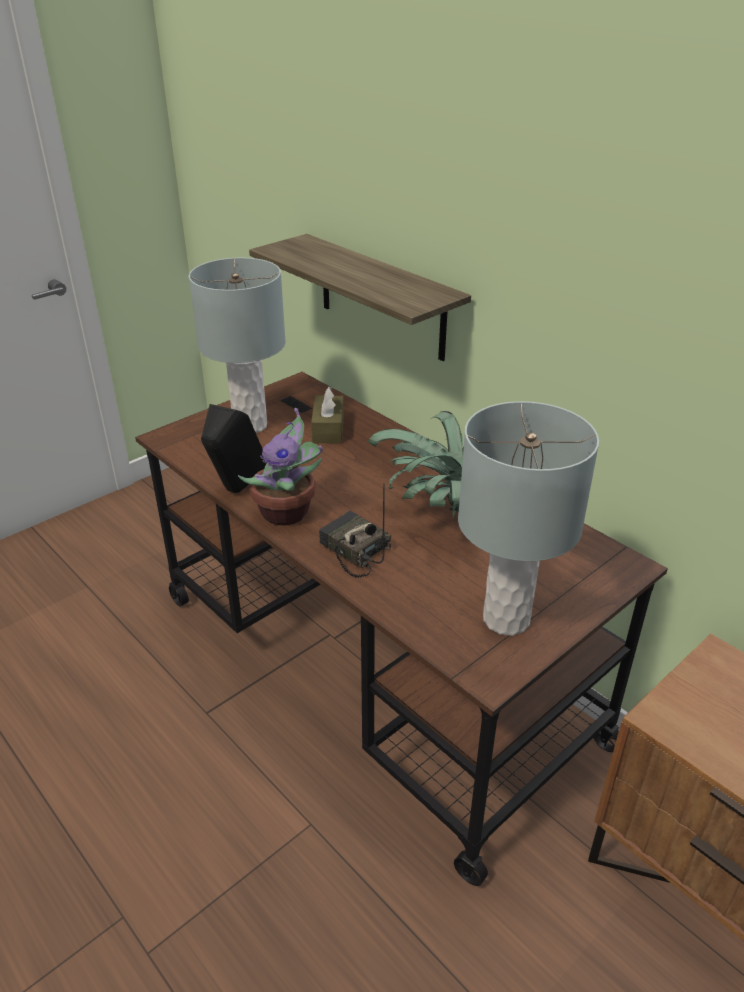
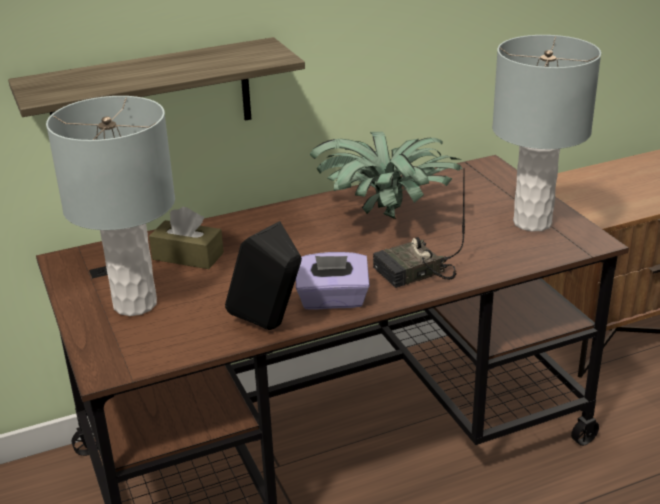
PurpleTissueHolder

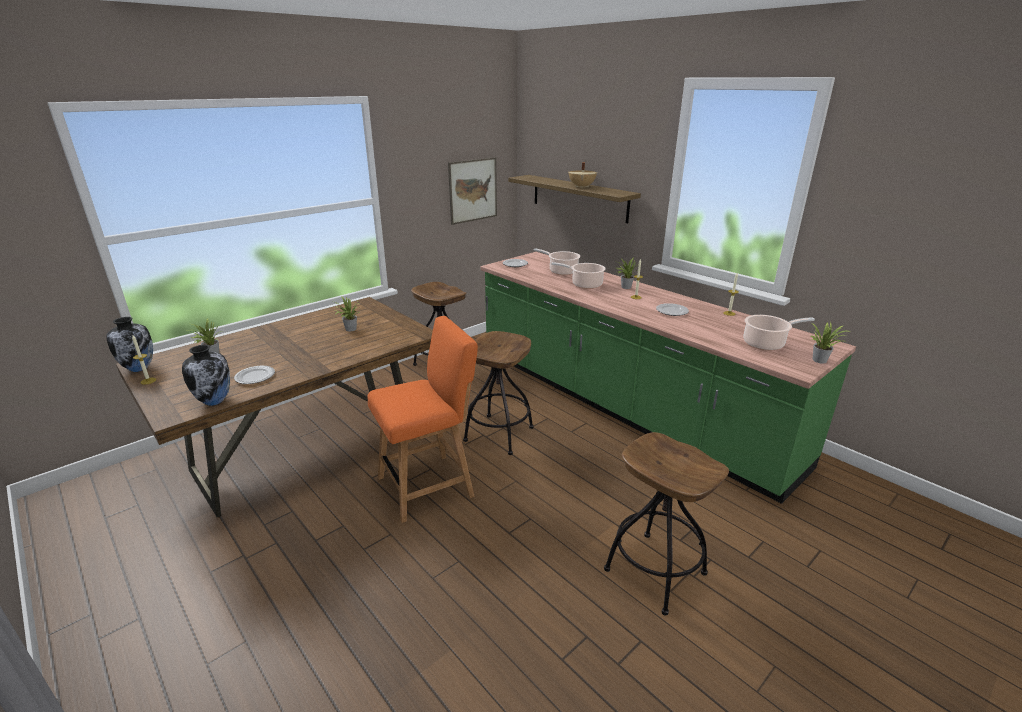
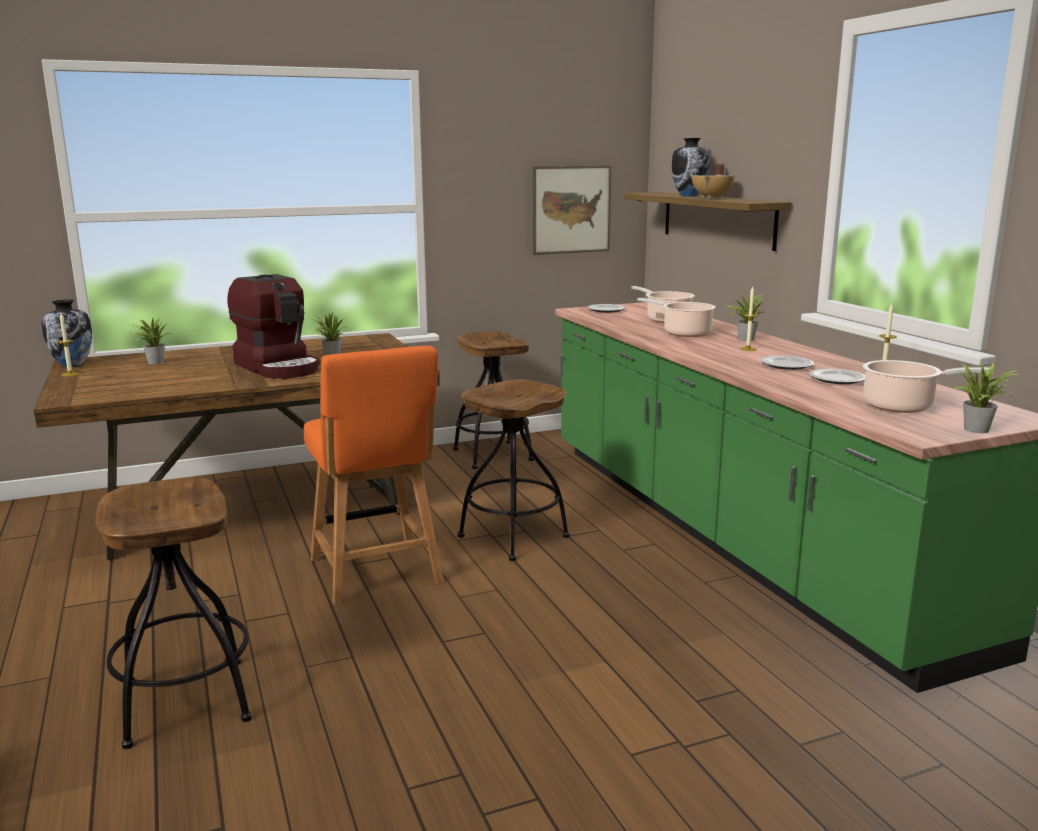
CoffeeMaker
Vase (2nd from left)
FlatDish (3rd from left)
BrownSittingStool (1st from left)
OrangePlainChair

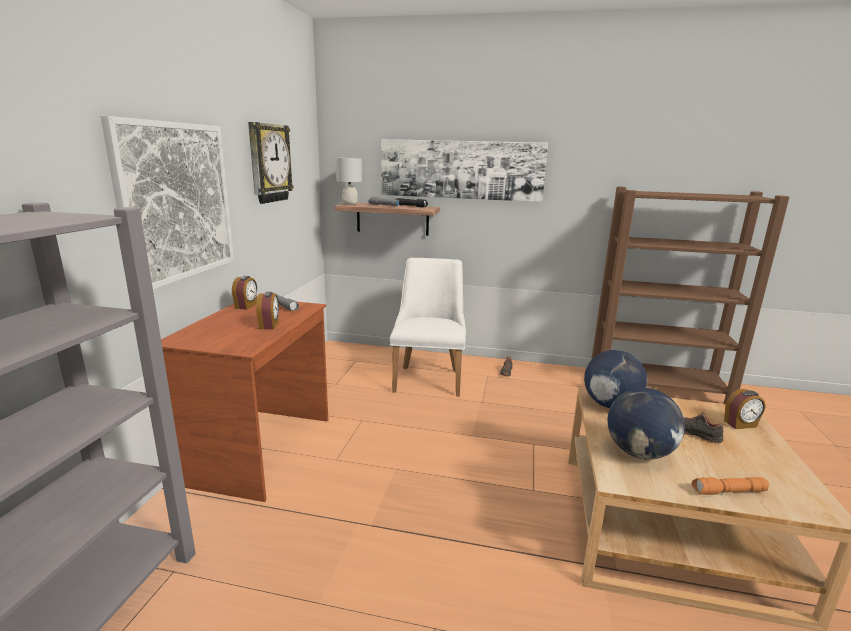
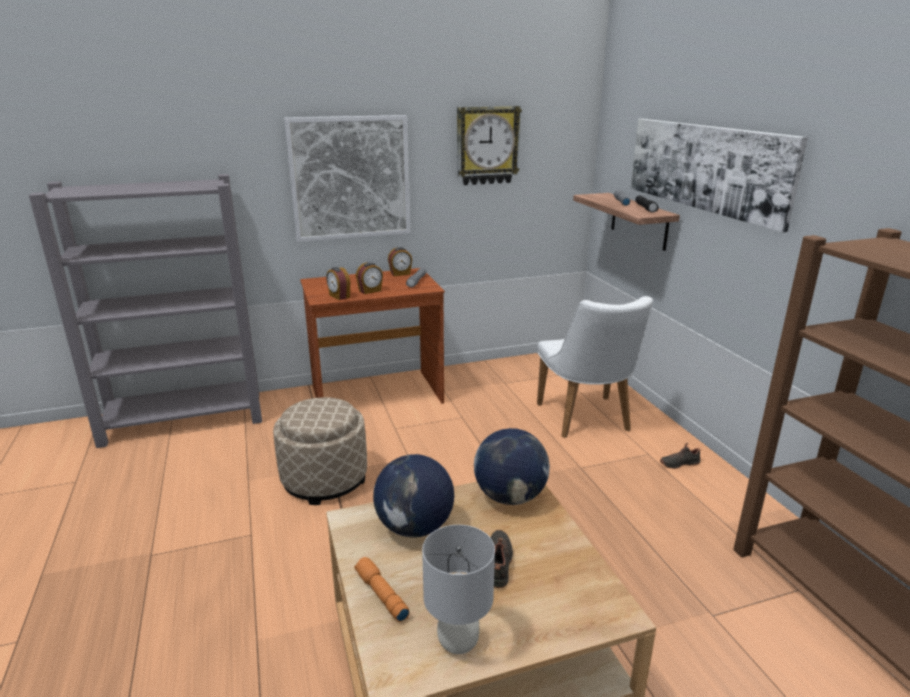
BeigePouffe
GreyishLampForATable
AlarmClock (1st from left)
WhitePlainChair

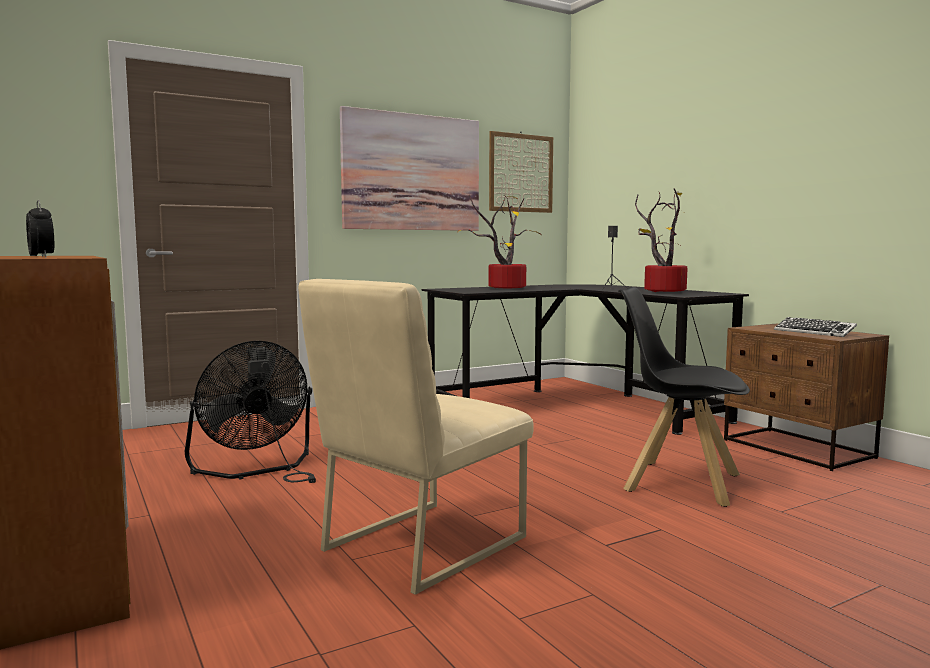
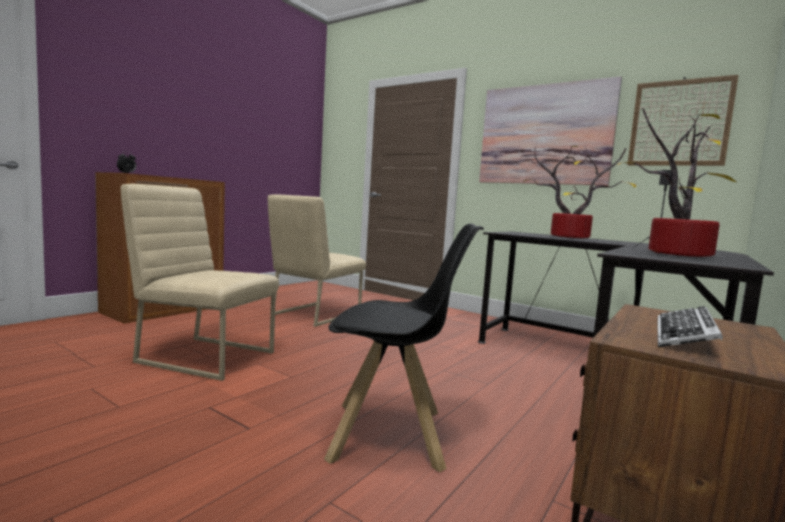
BeigePlainChair (2nd from left)
BlackishPlainChair

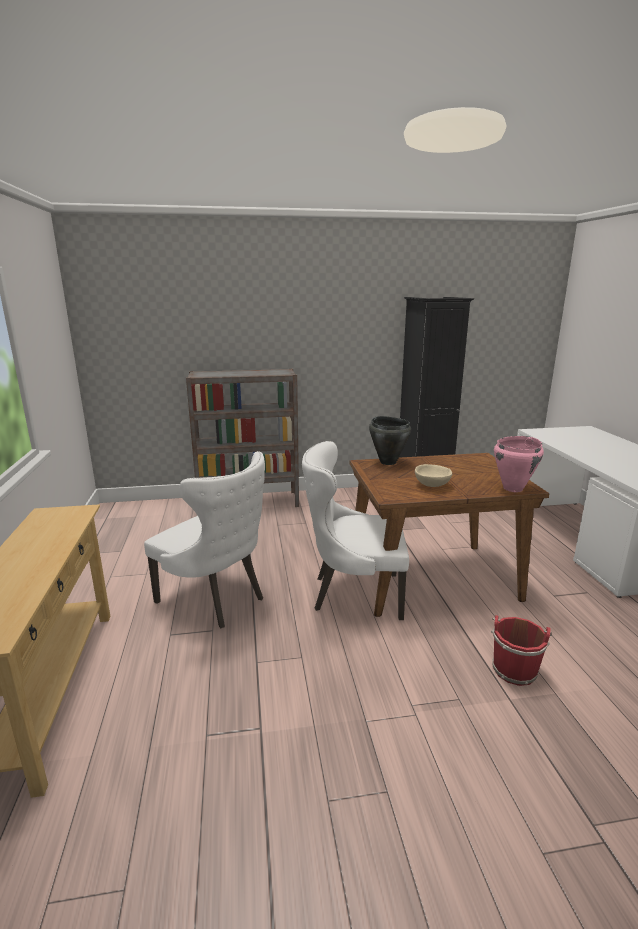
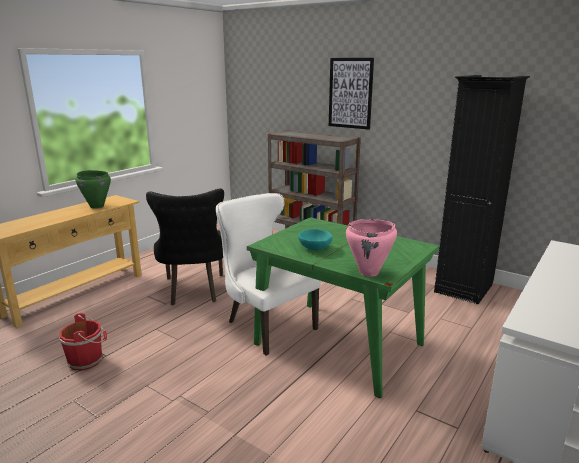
BlackishSaucepot
GreenishSaucepot
WallPicture
RedColouredWaterBucket
BlackishPlainChair
GreenishDiningTable
BlueGreenServingBowl

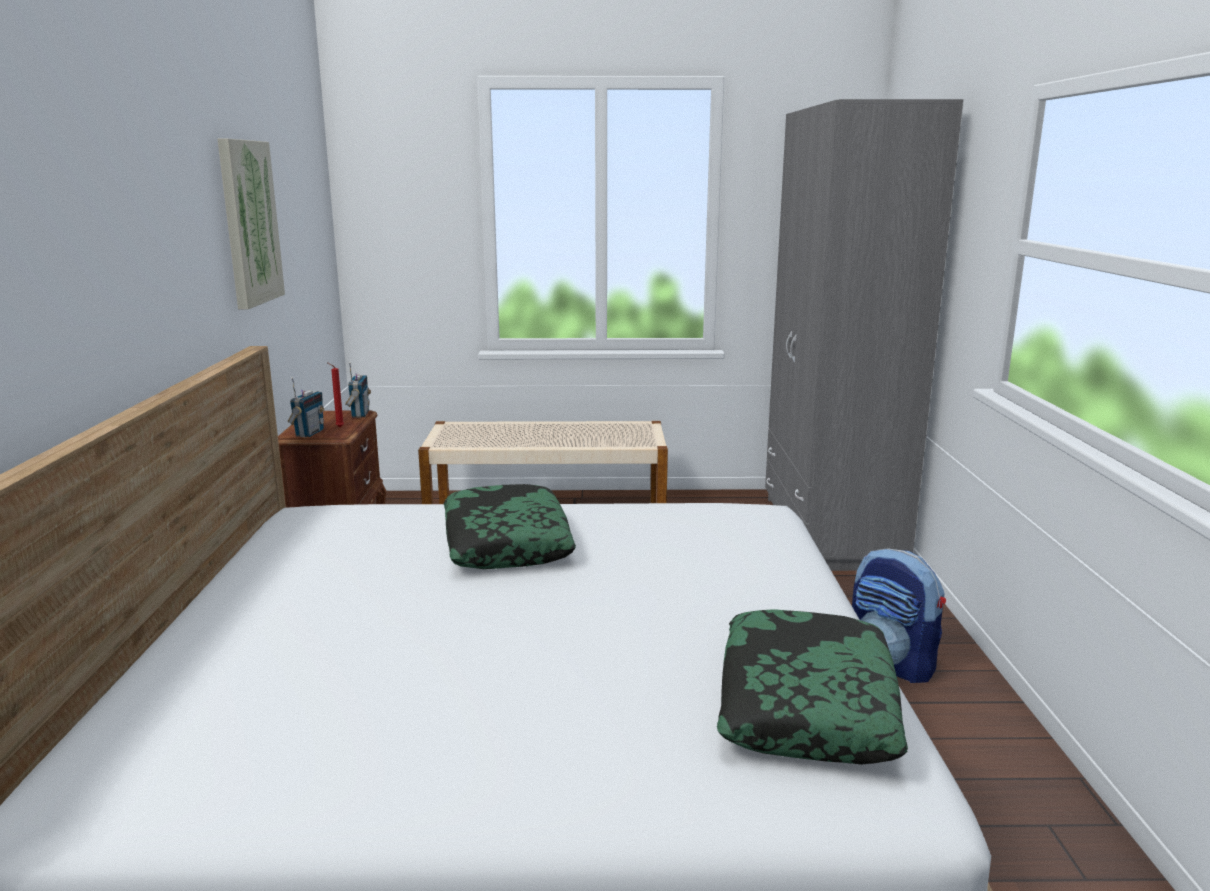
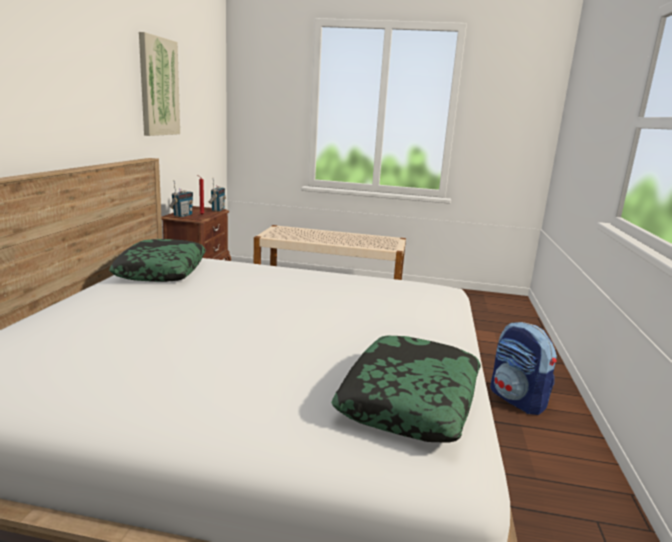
GreyishWardrobe
Cushion (1st from left)

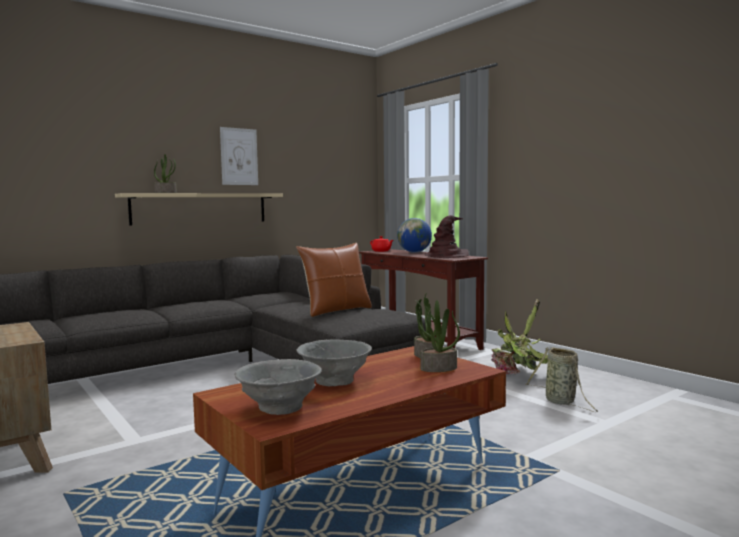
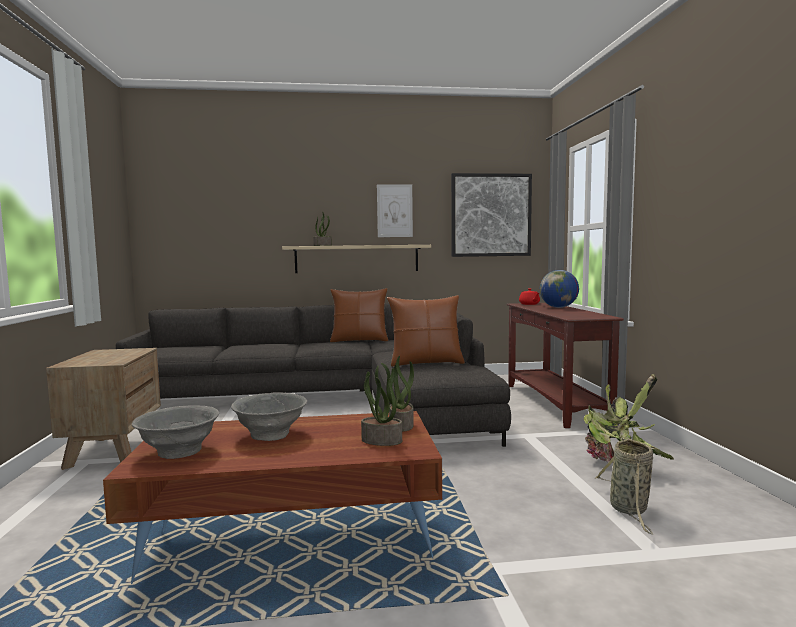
BrownHat
BrownCushion (1st from left)
WallPicture (2nd from left)

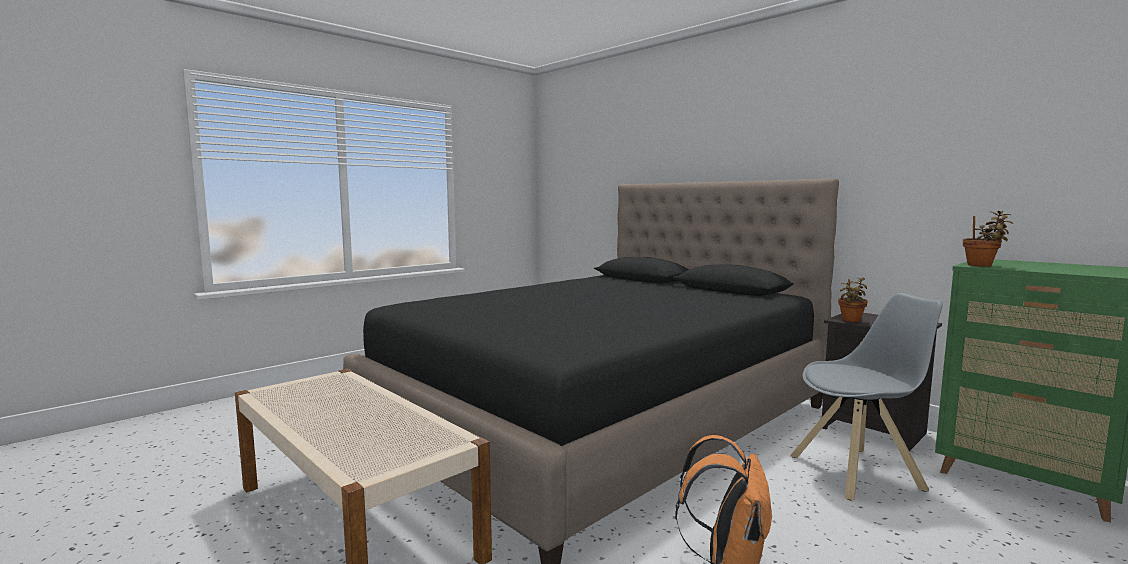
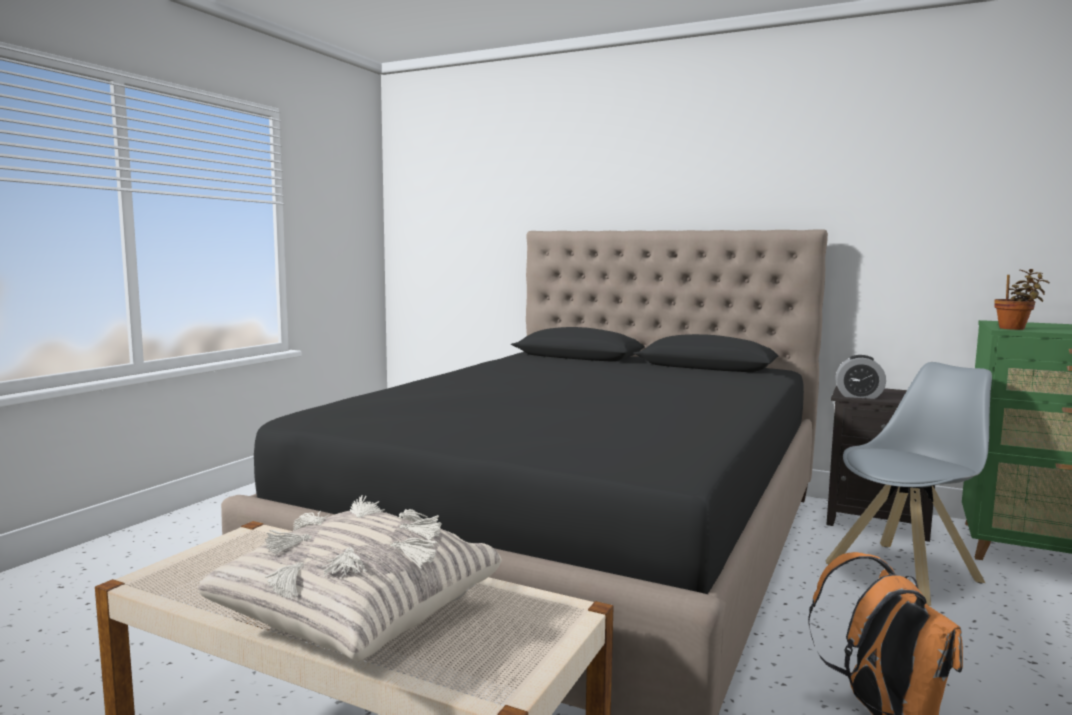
BeigeCushion
AlarmClock

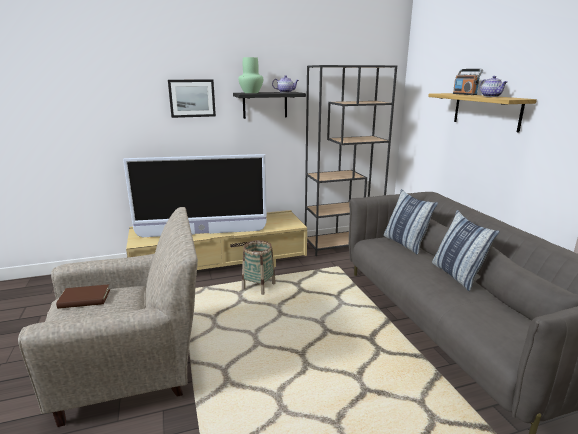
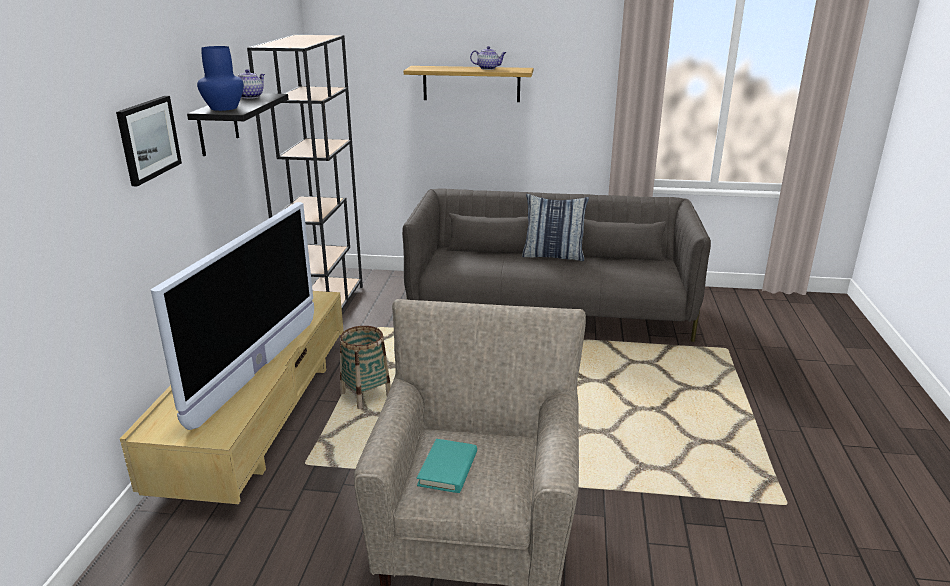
Cushion (1st from left in the first image)
RadioReceiver
BlueGreenBoundBook
BlueVase

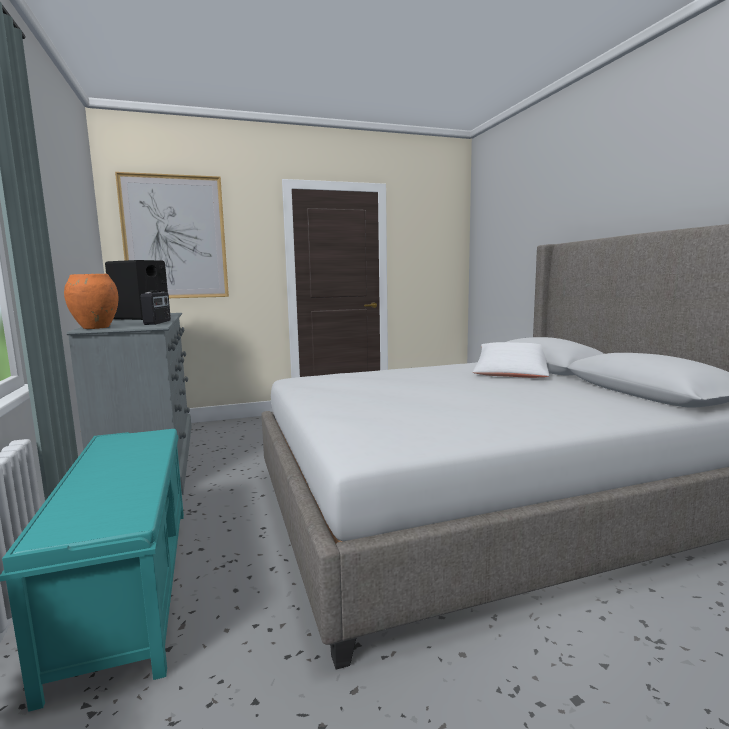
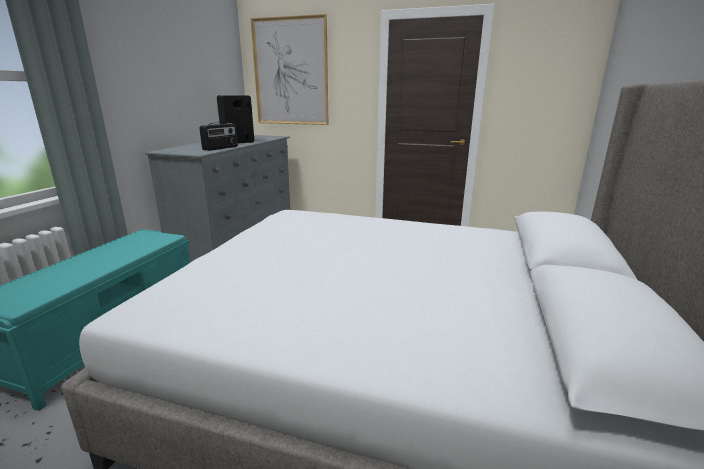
OrangeVase
WhiteCushion

